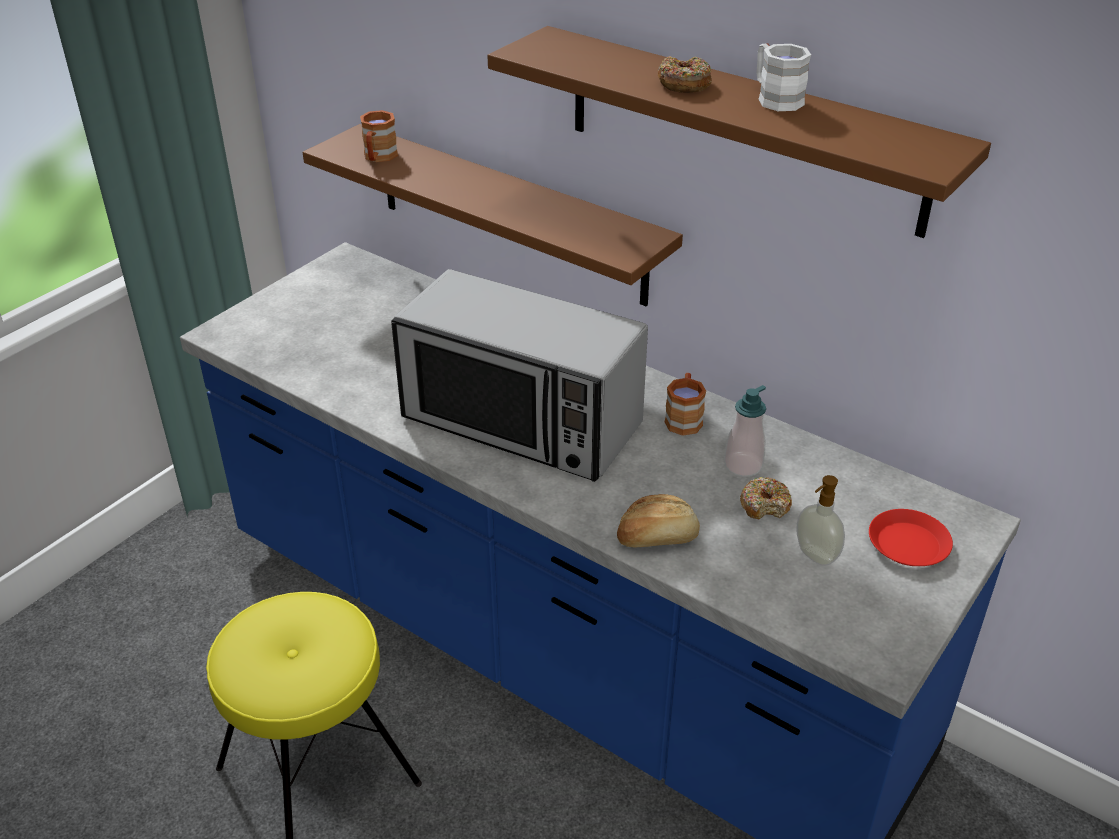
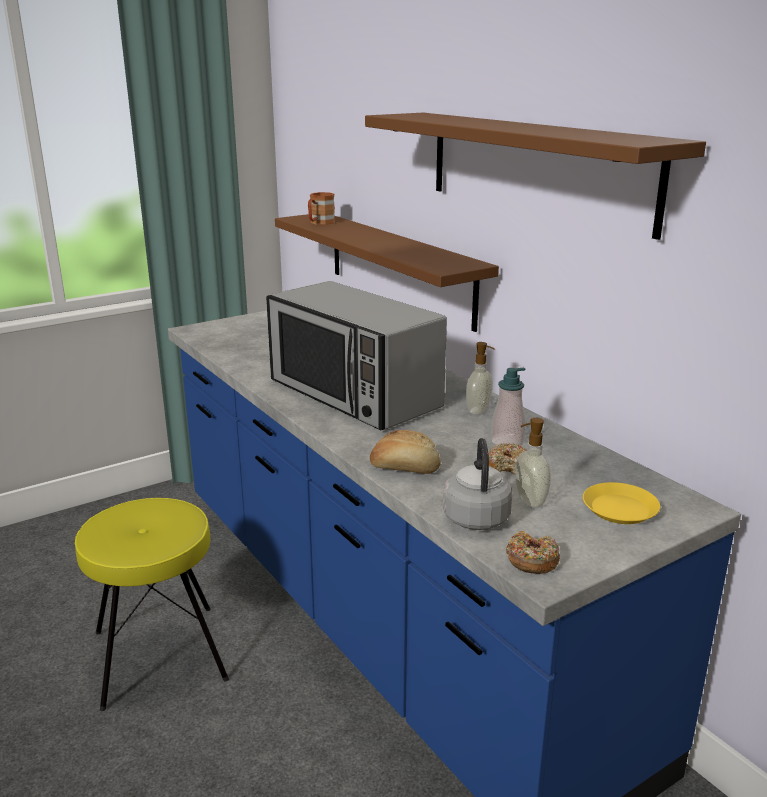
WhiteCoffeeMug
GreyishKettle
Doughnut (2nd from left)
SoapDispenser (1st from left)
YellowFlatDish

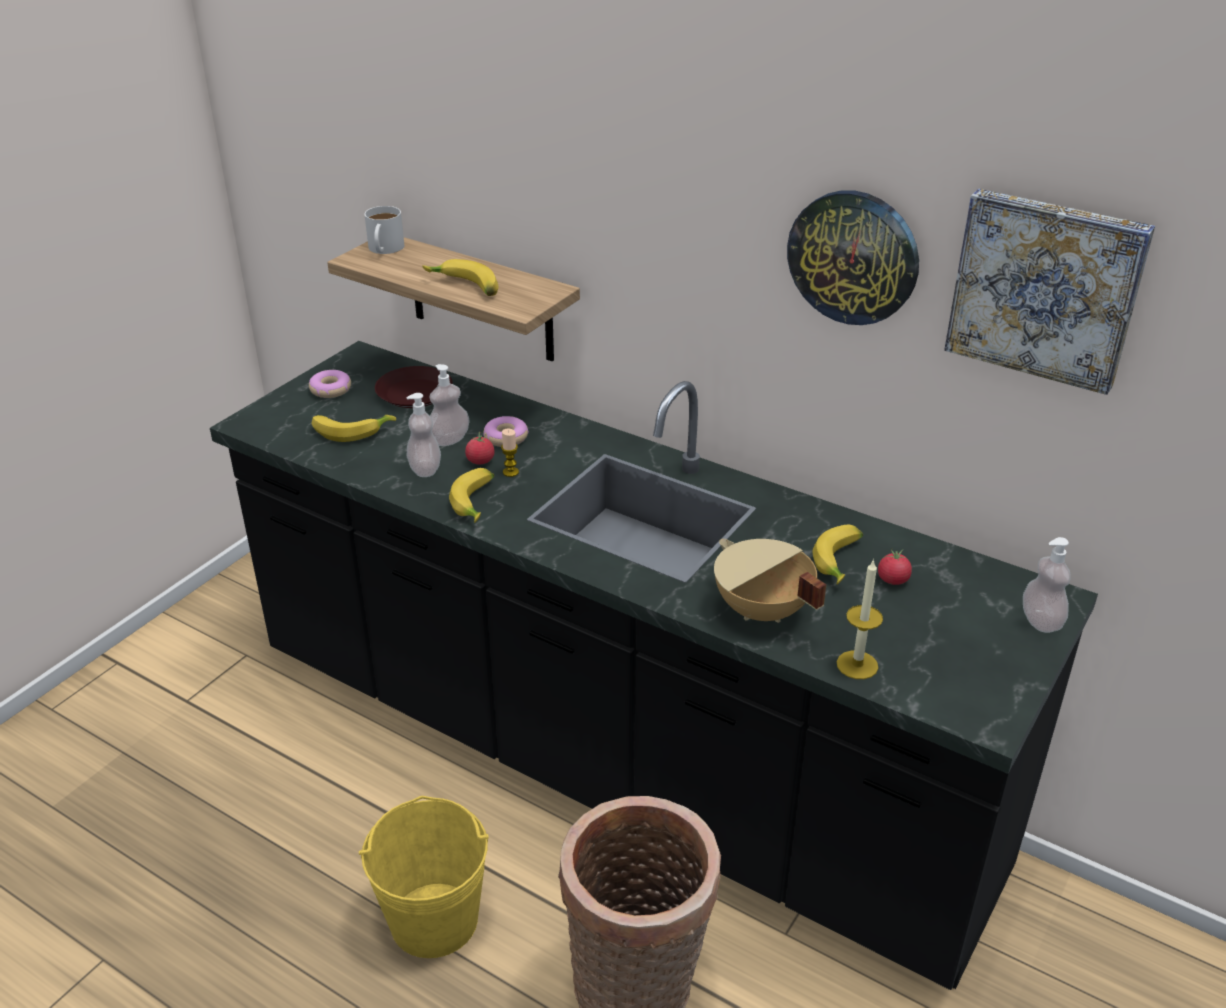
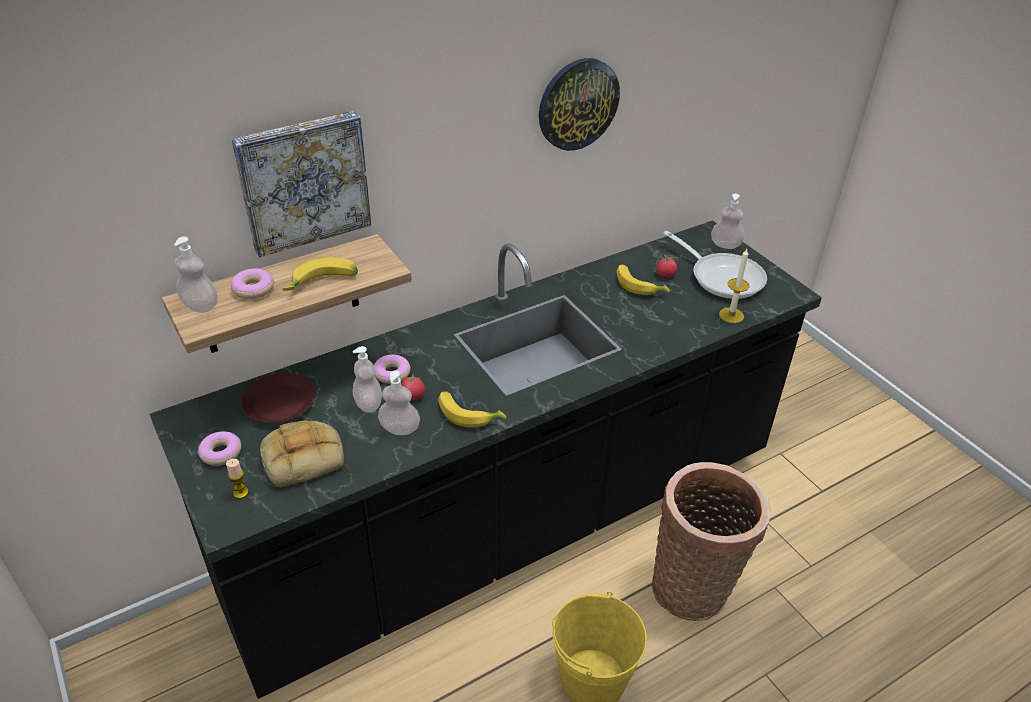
BeigeSaucepot
Doughnut (2nd from left)
FryingPan
Candle (1st from left)
WallPicture
BakedBread
SoapDispenser (1st from left)

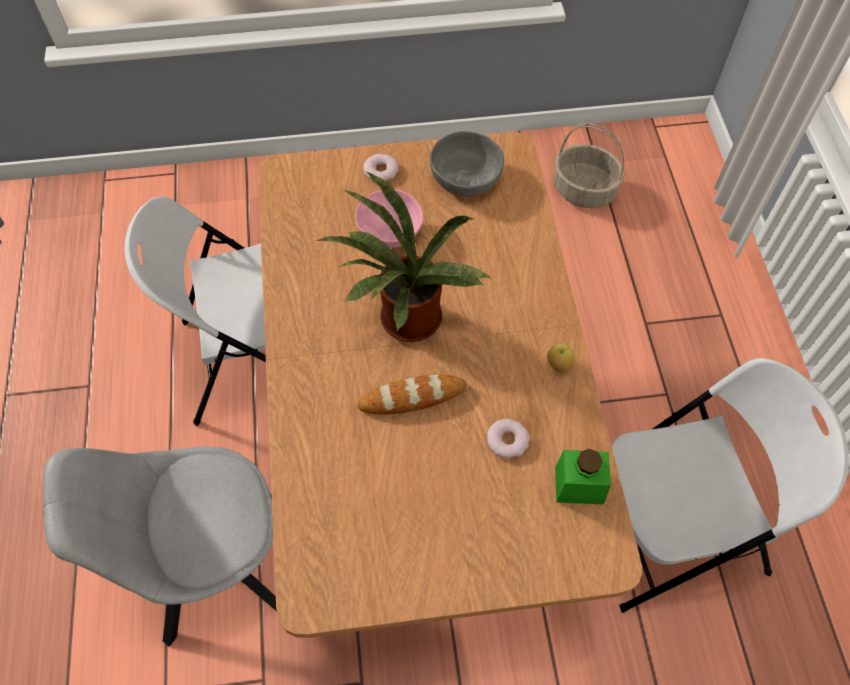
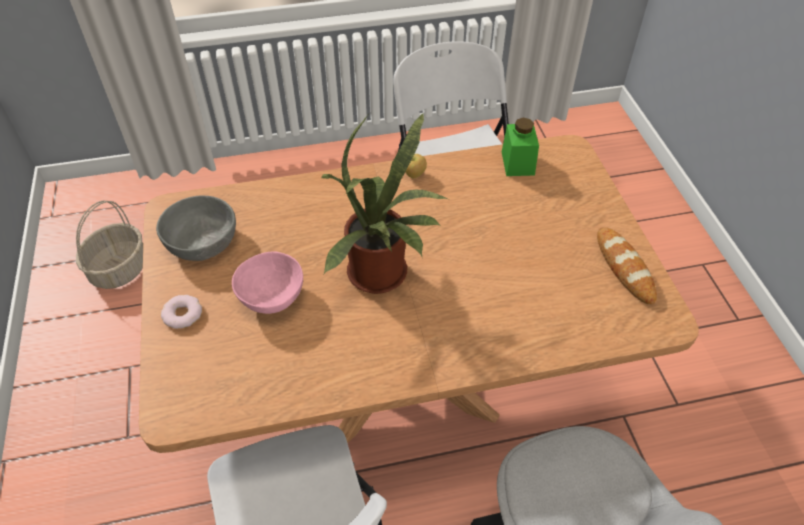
Doughnut (2nd from left in the first image)
BakedBread

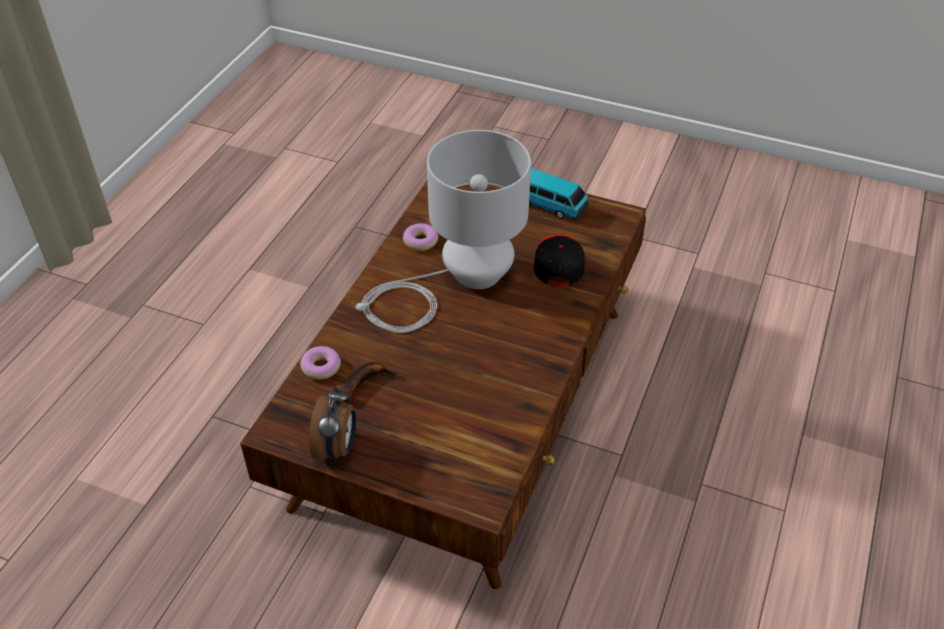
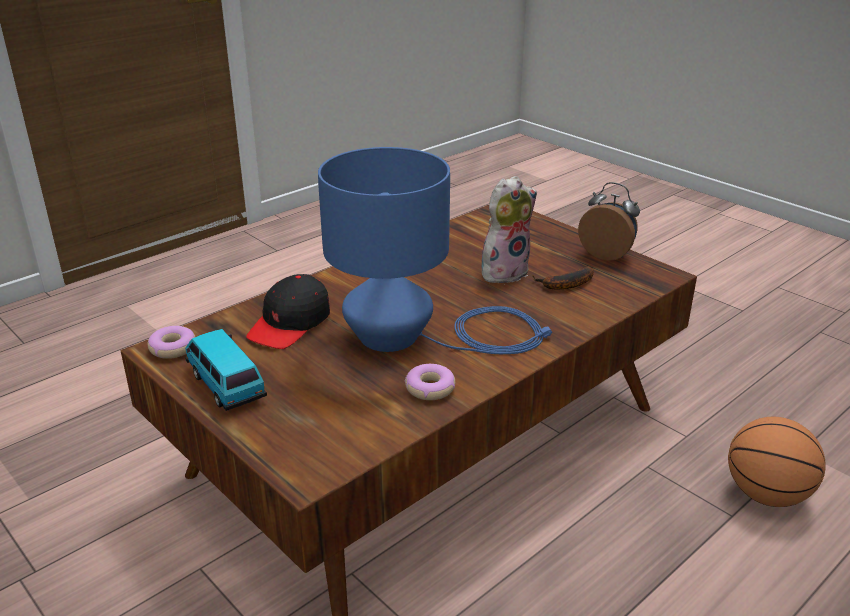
CuddlyToy
BasketballBall
Doughnut (1st from left)
BlueLampForATable
AlarmClock

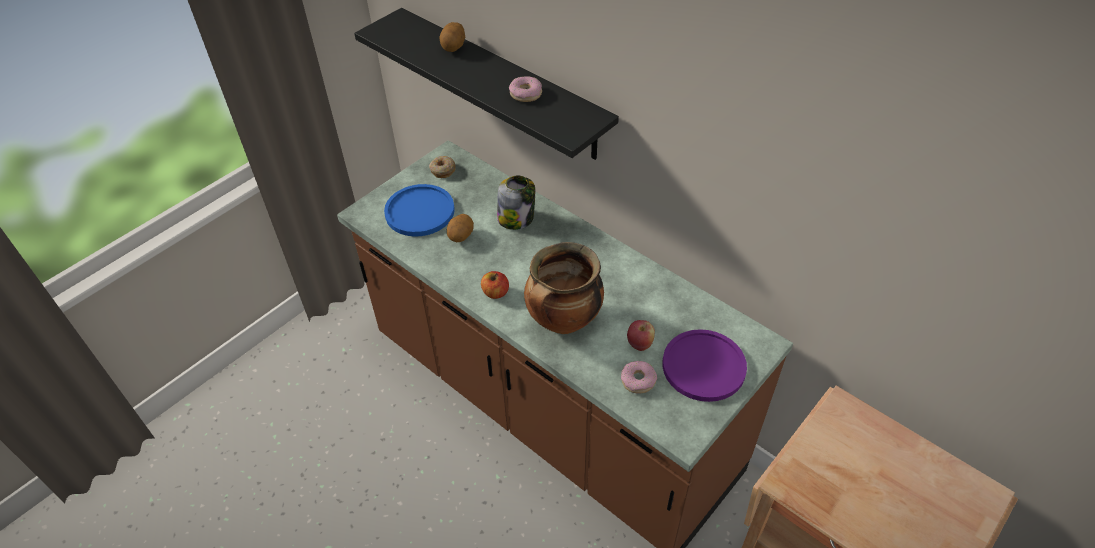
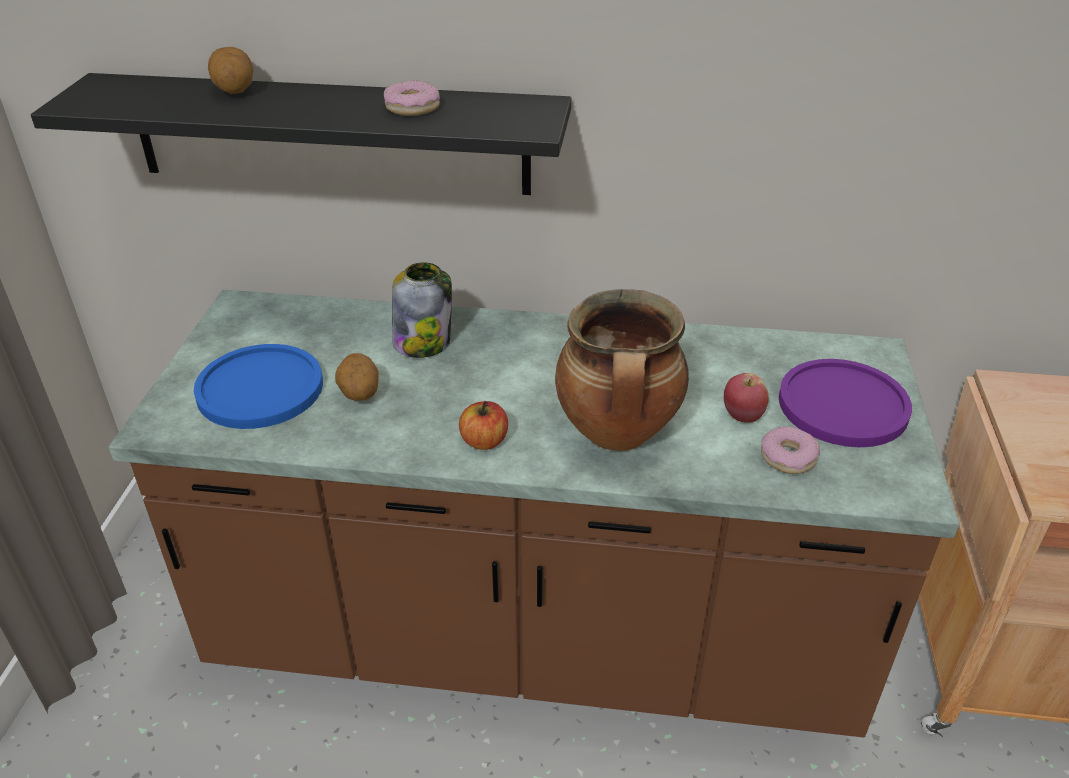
Doughnut (1st from left in the first image)

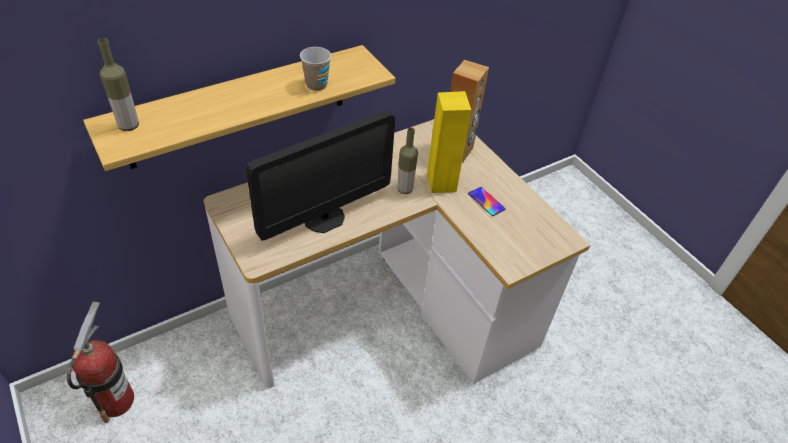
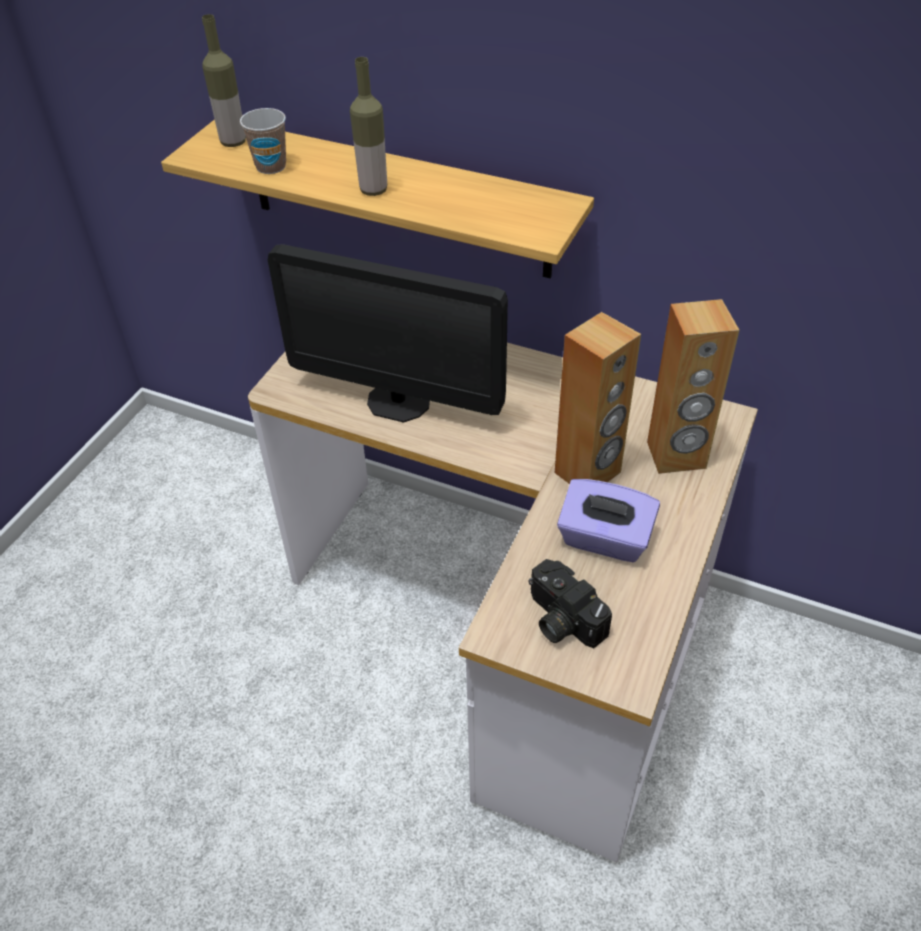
FireExtinguisher
PhotoCamera
Cup
Bottle (2nd from left)
PurpleTissueHolder
BrownAudioSpeaker (1st from left)

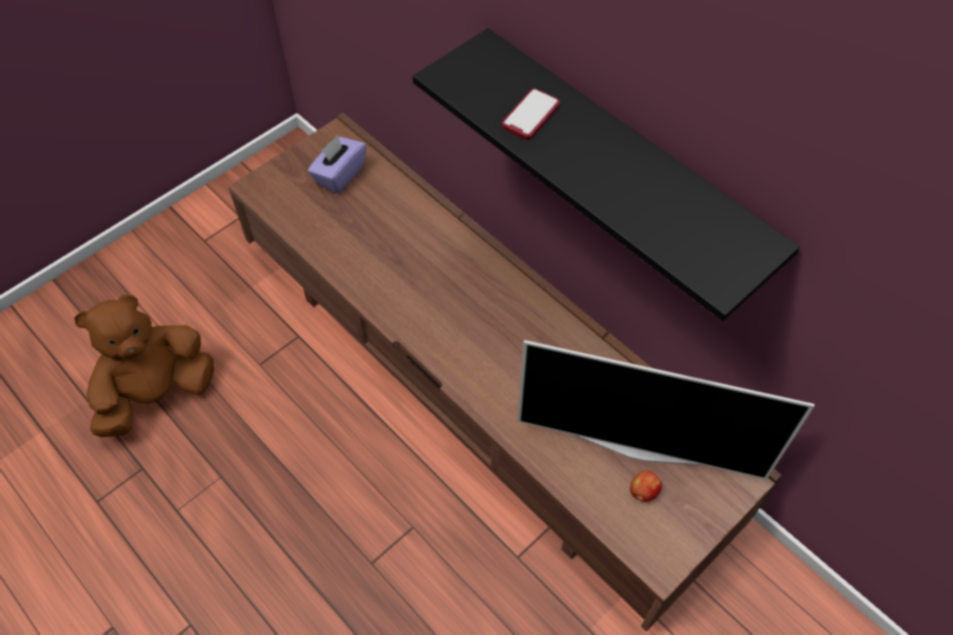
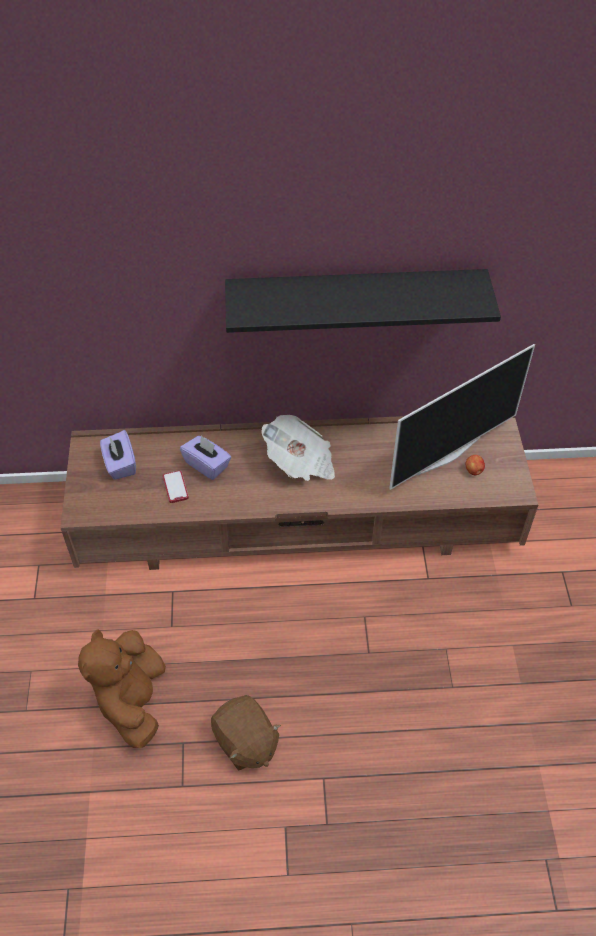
PurpleTissueHolder (2nd from left)
BrownCuddlyToy (2nd from left)
PrintedPaper
Handset

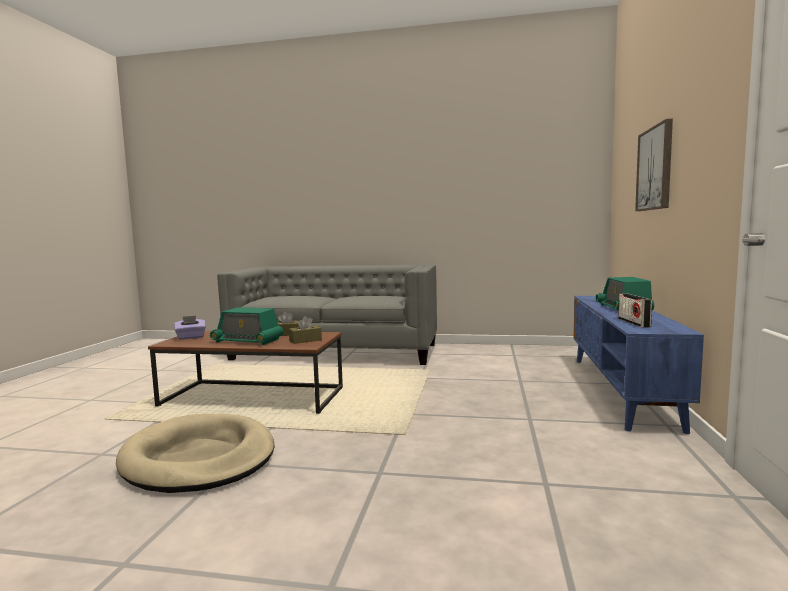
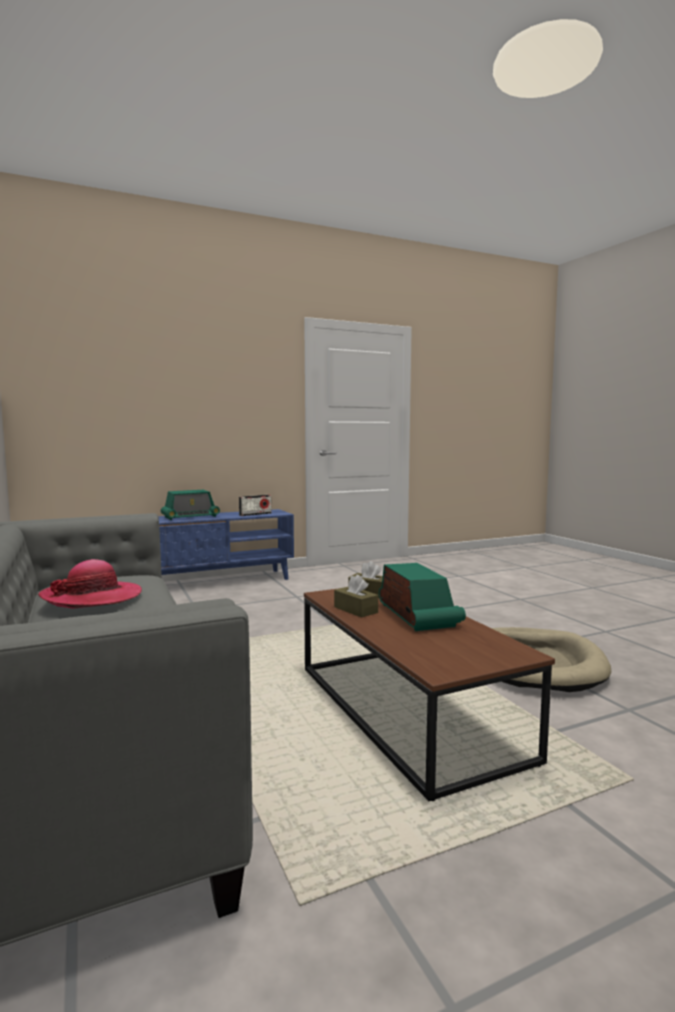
PurpleTissueHolder
WallPicture
Hat

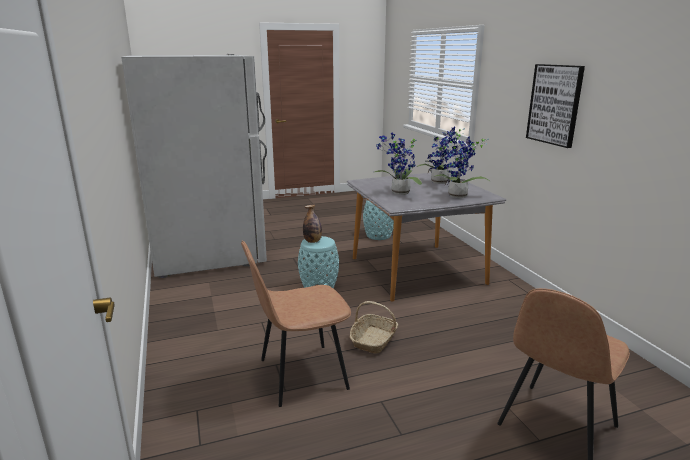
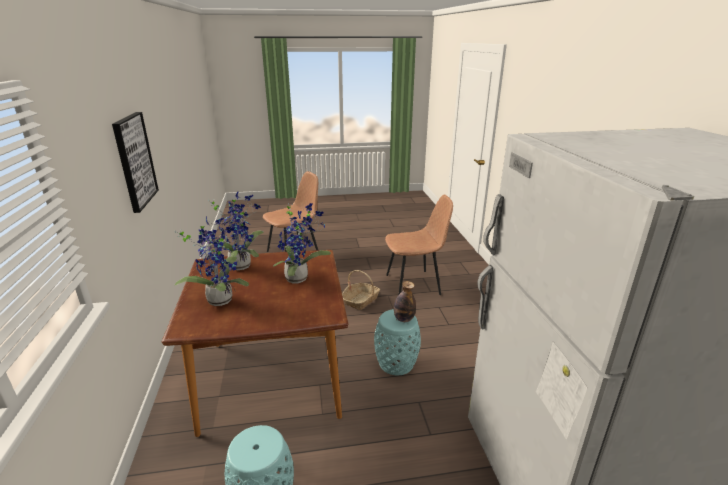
BrownDiningTable

